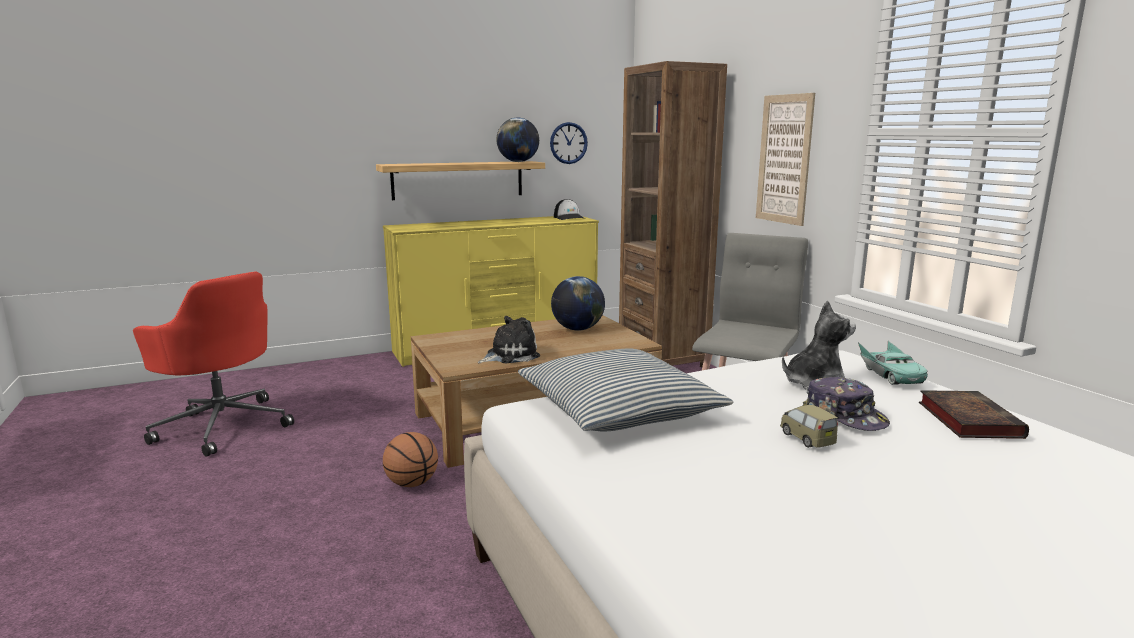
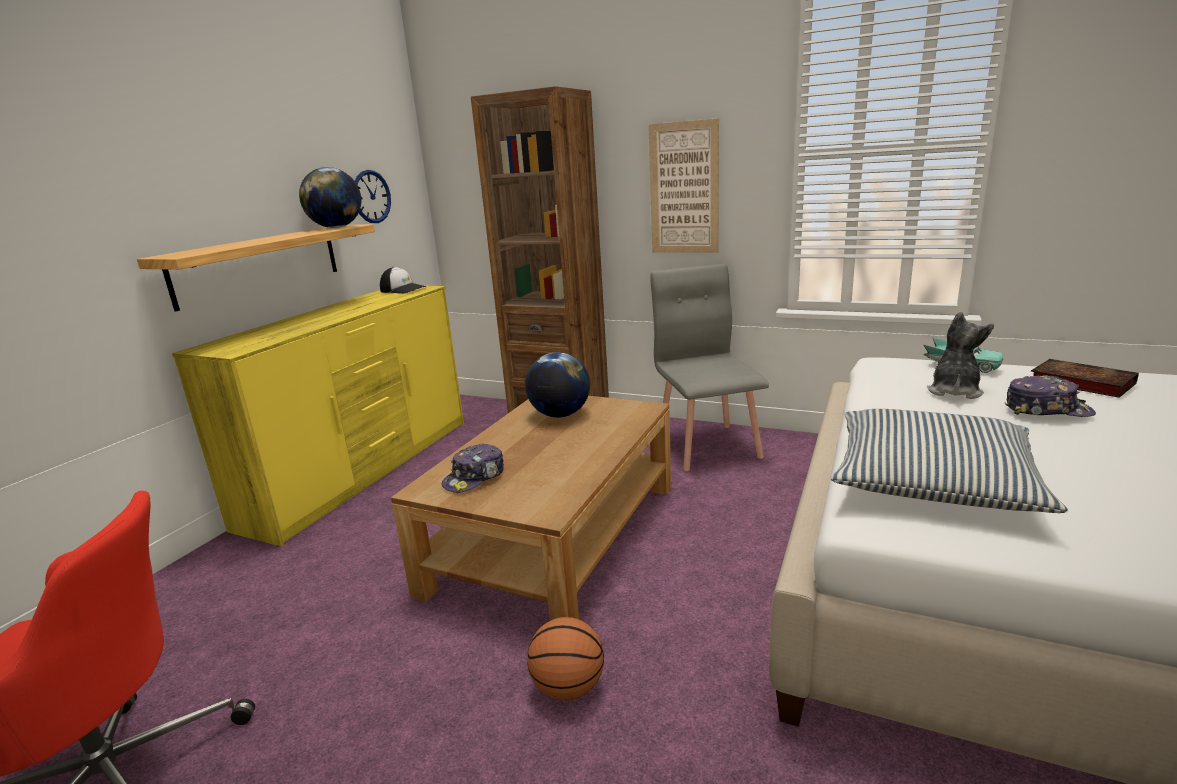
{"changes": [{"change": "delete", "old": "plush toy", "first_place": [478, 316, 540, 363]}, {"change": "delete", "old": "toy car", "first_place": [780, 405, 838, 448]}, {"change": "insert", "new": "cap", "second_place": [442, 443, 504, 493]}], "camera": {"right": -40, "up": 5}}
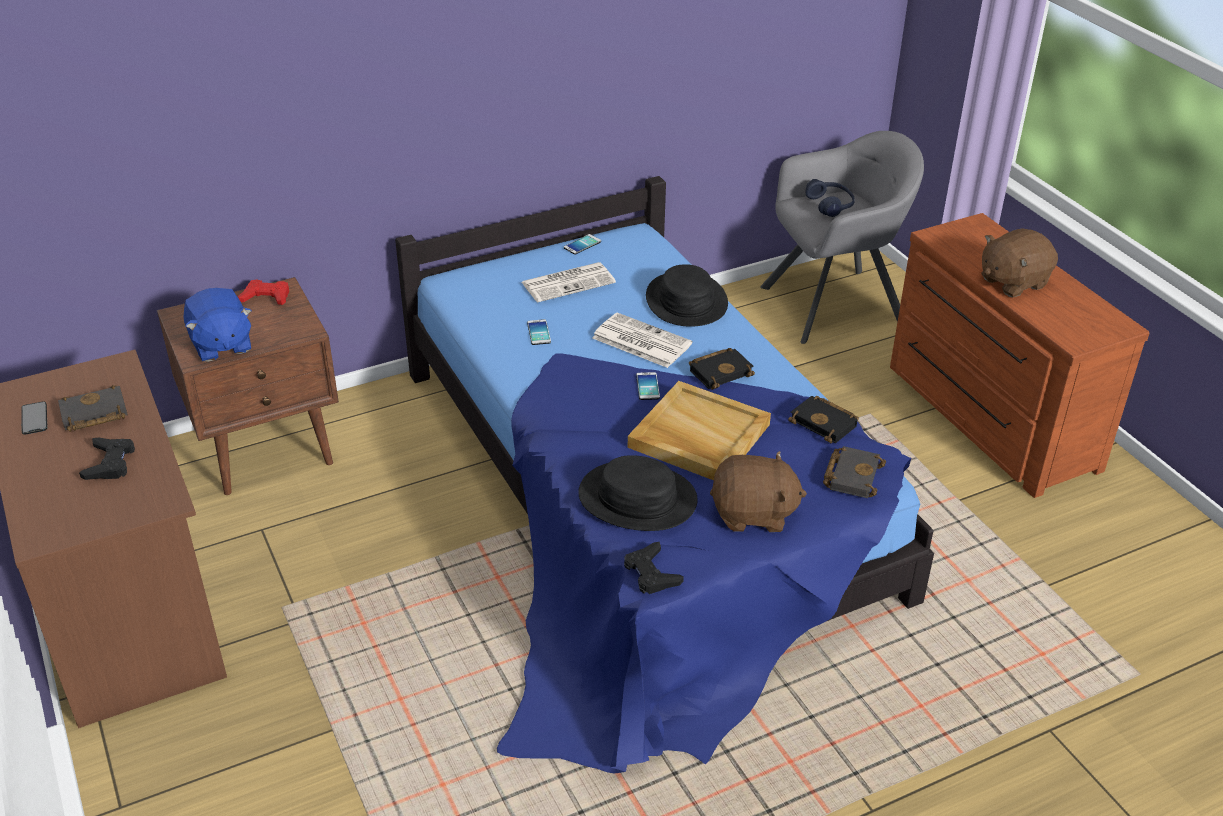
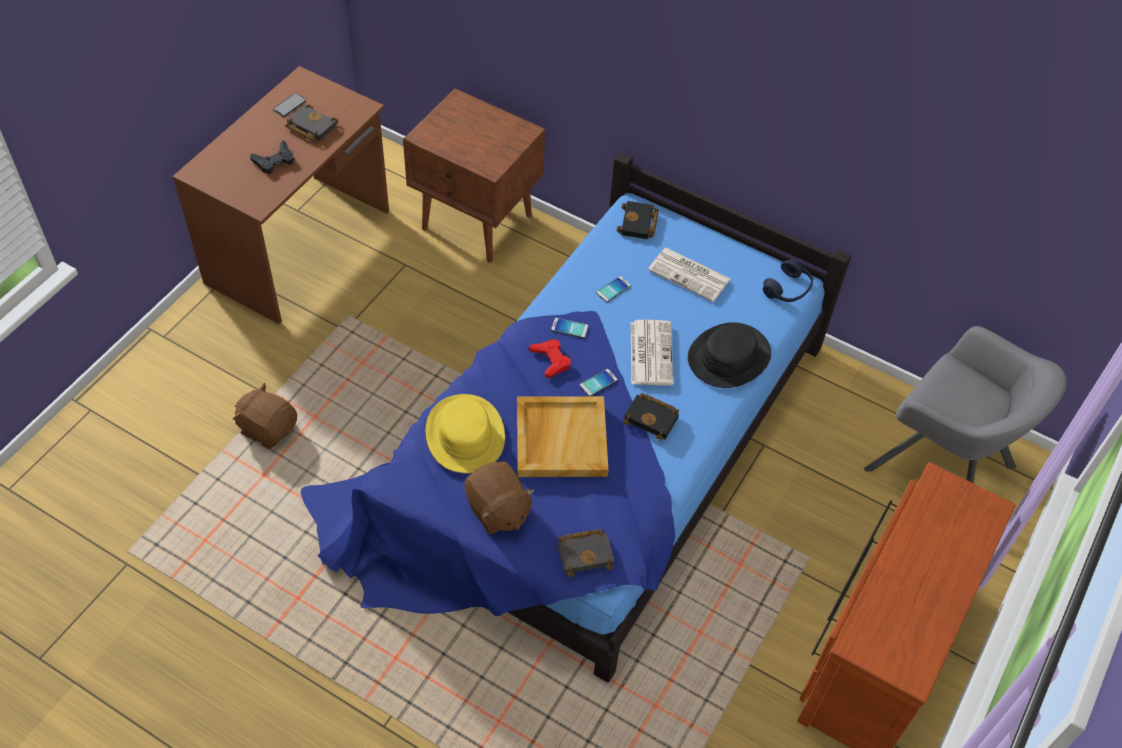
{"changes": [{"change": "delete", "old": "plush toy in blue", "first_place": [184, 288, 252, 362]}, {"change": "move", "old": "game controller in red", "first_place": [238, 279, 289, 305], "second_place": [529, 339, 571, 378]}, {"change": "move", "old": "phone", "first_place": [564, 234, 601, 255], "second_place": [551, 318, 588, 338]}, {"change": "recolor", "old": "hat in black", "new": "hat in yellow", "first_place": [578, 455, 698, 531], "second_place": [426, 394, 505, 473]}, {"change": "delete", "old": "game controller in black", "first_place": [624, 542, 684, 594]}, {"change": "move", "old": "book in black", "first_place": [788, 396, 859, 444], "second_place": [617, 201, 659, 239]}, {"change": "move", "old": "headphones in blue", "first_place": [805, 179, 855, 217], "second_place": [763, 259, 813, 302]}, {"change": "move", "old": "plush toy in brown", "first_place": [981, 228, 1058, 297], "second_place": [233, 383, 297, 449]}], "camera": {"right": 55, "up": 15}}
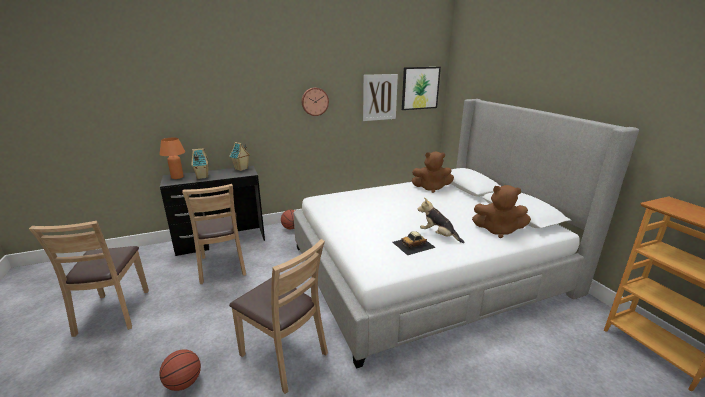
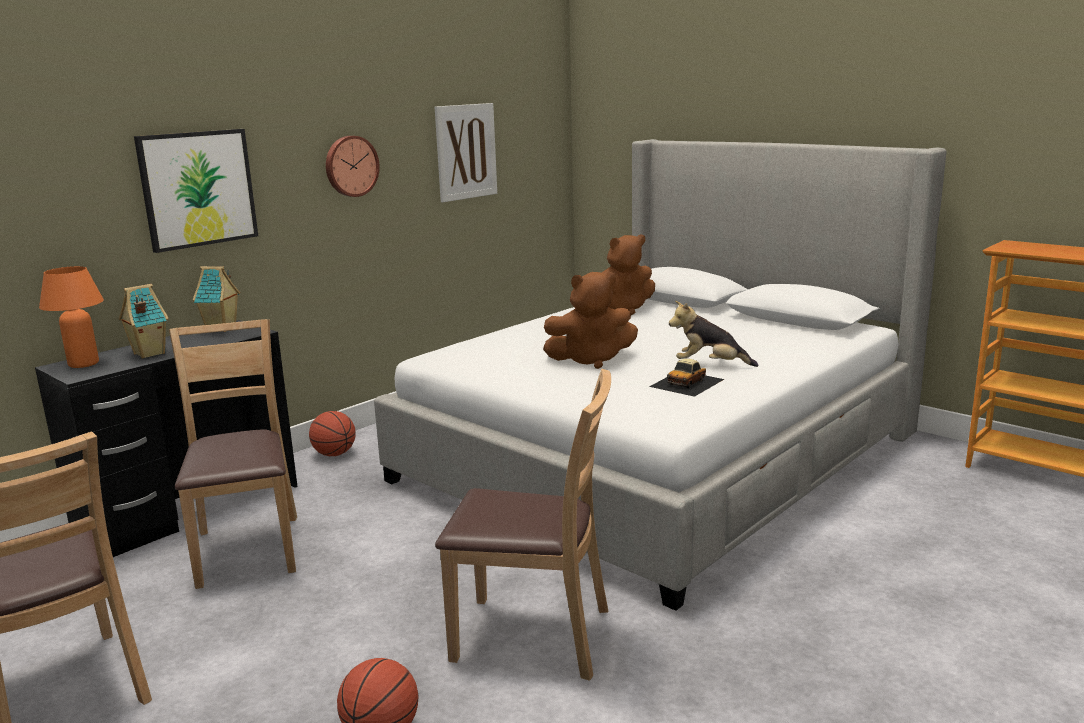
{"changes": [{"change": "rotate", "old": "chair in brown", "first_place": [182, 184, 246, 284], "second_place": [169, 319, 297, 589], "degrees": -150}, {"change": "move", "old": "picture", "first_place": [402, 67, 441, 110], "second_place": [134, 129, 258, 253]}, {"change": "move", "old": "plush toy in brown", "first_place": [472, 185, 531, 238], "second_place": [543, 272, 638, 369]}], "camera": {"right": -25, "up": -5}}
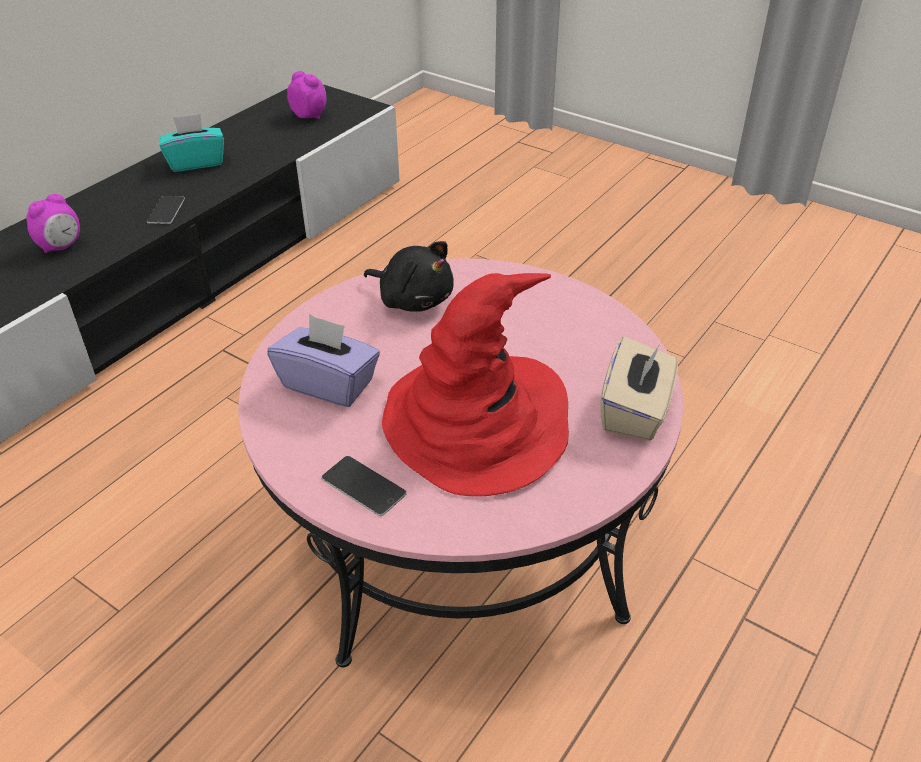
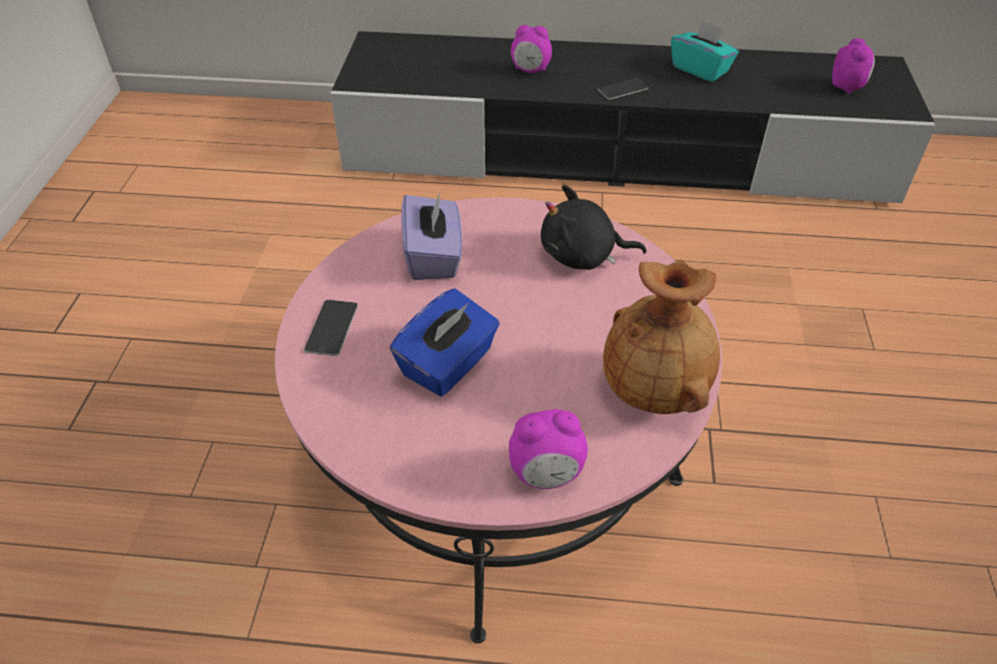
{"changes": [{"change": "rotate", "old": "plush toy in black", "first_place": [364, 241, 454, 312], "second_place": [541, 185, 646, 270], "degrees": 90}, {"change": "replace", "old": "hat in red", "new": "tissue box in blue", "first_place": [382, 273, 569, 496], "second_place": [390, 288, 500, 397]}, {"change": "replace", "old": "tissue box in beige", "new": "alarm clock", "first_place": [600, 337, 678, 441], "second_place": [509, 409, 588, 489]}, {"change": "insert", "new": "vase in brown", "second_place": [603, 260, 720, 414]}], "camera": {"right": 60, "up": 5}}
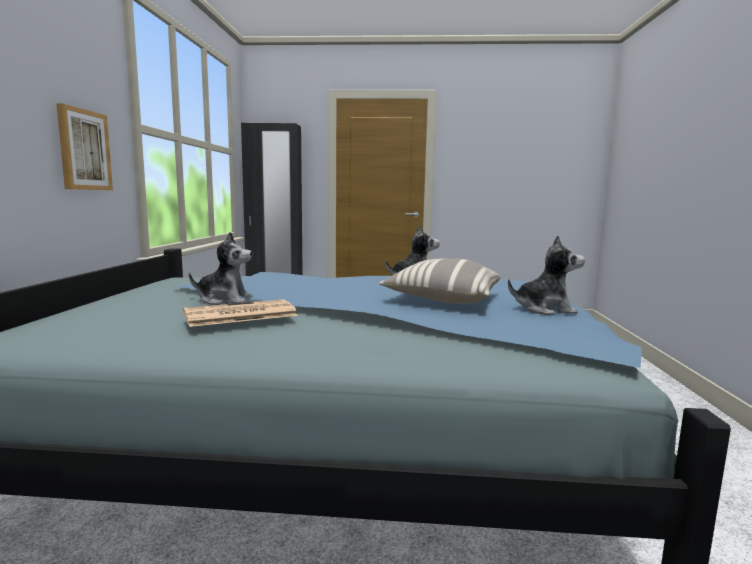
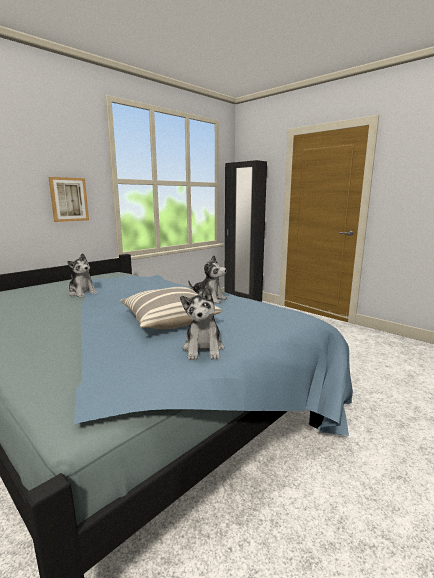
{"changes": [{"change": "delete", "old": "newspaper", "first_place": [183, 299, 298, 327]}, {"change": "rotate", "old": "plush toy", "first_place": [508, 235, 585, 315], "second_place": [180, 287, 225, 360], "degrees": 45}], "camera": {"right": 40, "up": 5}}
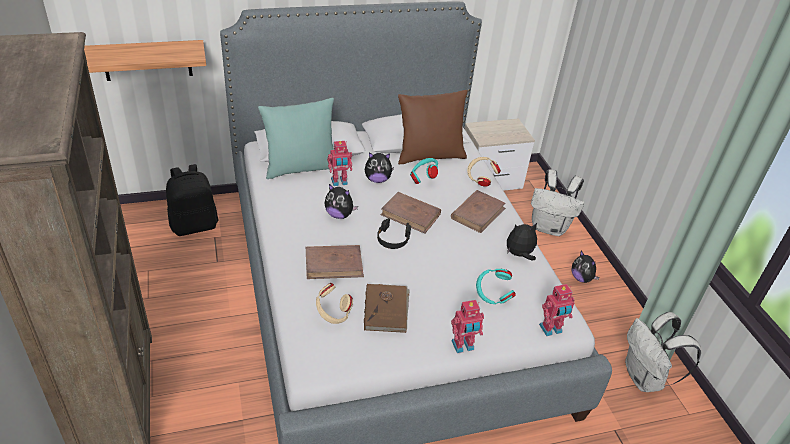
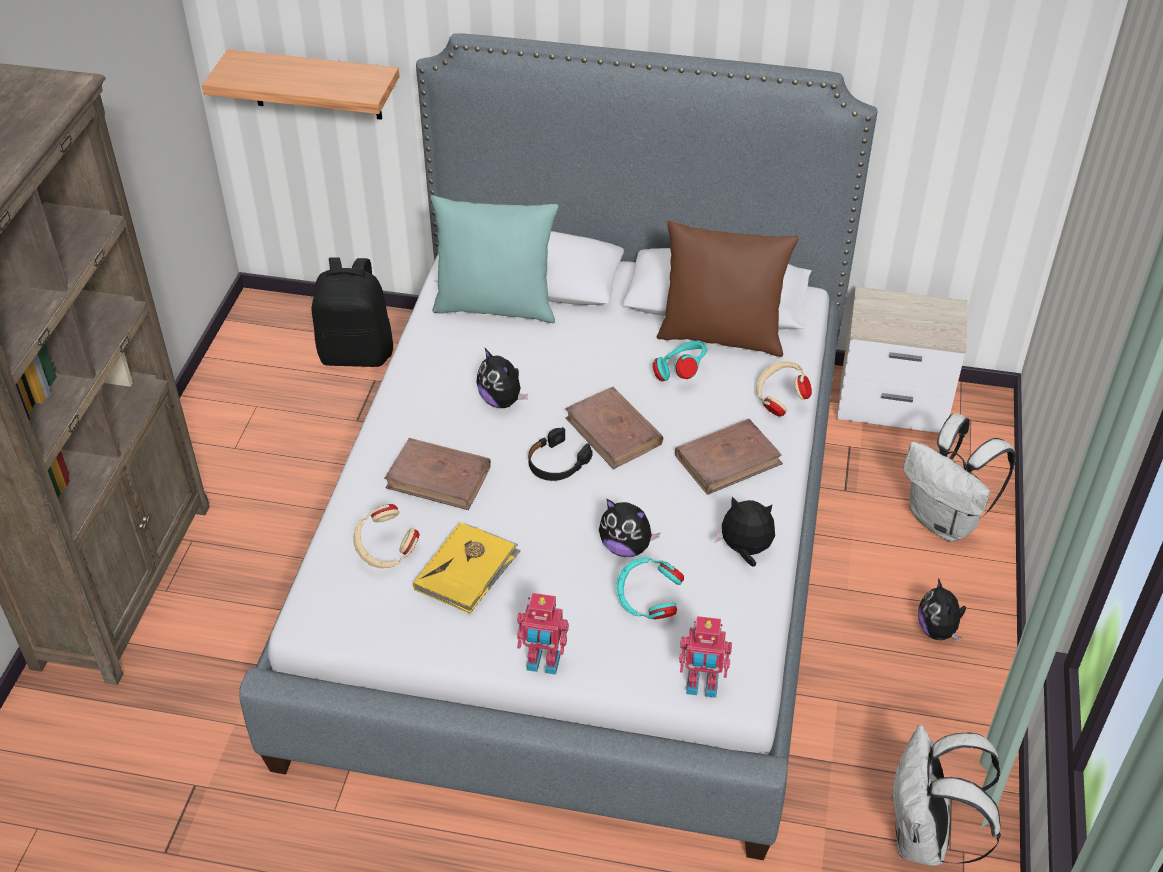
{"changes": [{"change": "delete", "old": "toy robot", "first_place": [327, 141, 352, 186]}, {"change": "move", "old": "plush toy", "first_place": [364, 152, 394, 183], "second_place": [599, 499, 660, 557]}, {"change": "recolor", "old": "book in brown", "new": "book in yellow", "first_place": [364, 284, 410, 333], "second_place": [413, 522, 521, 614]}], "camera": {"right": 30, "up": 5}}
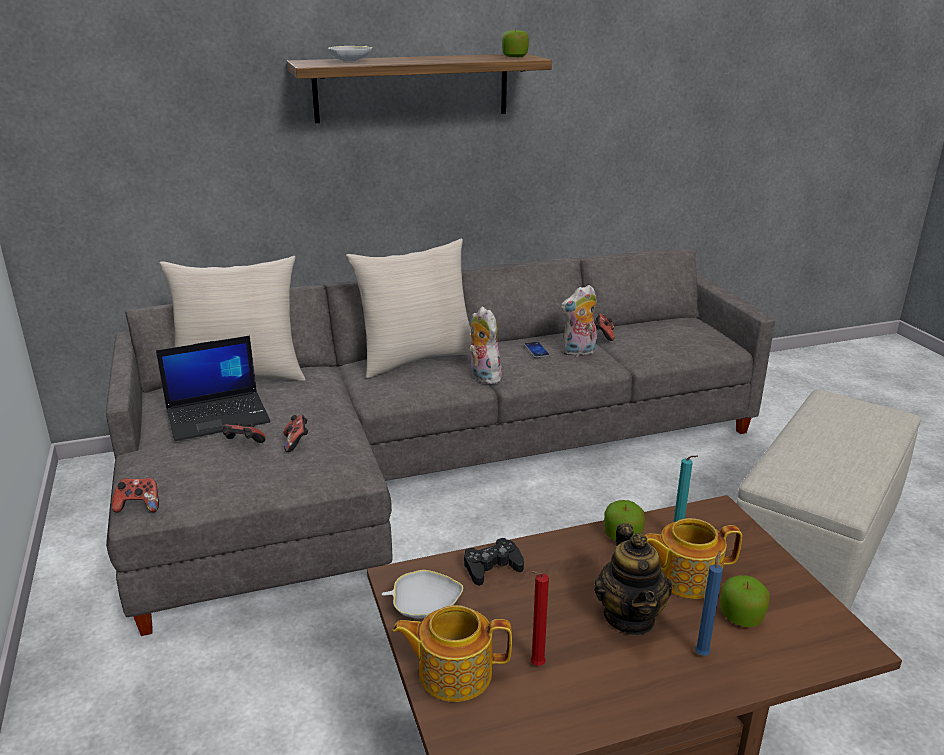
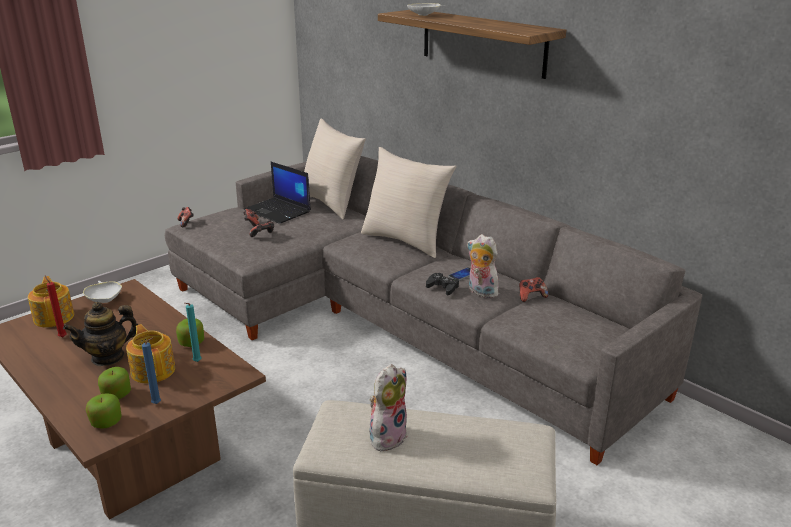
{"changes": [{"change": "move", "old": "game controller in black", "first_place": [464, 538, 524, 586], "second_place": [426, 273, 459, 296]}, {"change": "move", "old": "plush toy", "first_place": [469, 307, 502, 384], "second_place": [370, 364, 408, 451]}, {"change": "move", "old": "apple", "first_place": [502, 29, 529, 57], "second_place": [86, 393, 122, 429]}, {"change": "move", "old": "candle in blue", "first_place": [695, 550, 723, 656], "second_place": [142, 338, 161, 404]}], "camera": {"right": 65, "up": 0}}
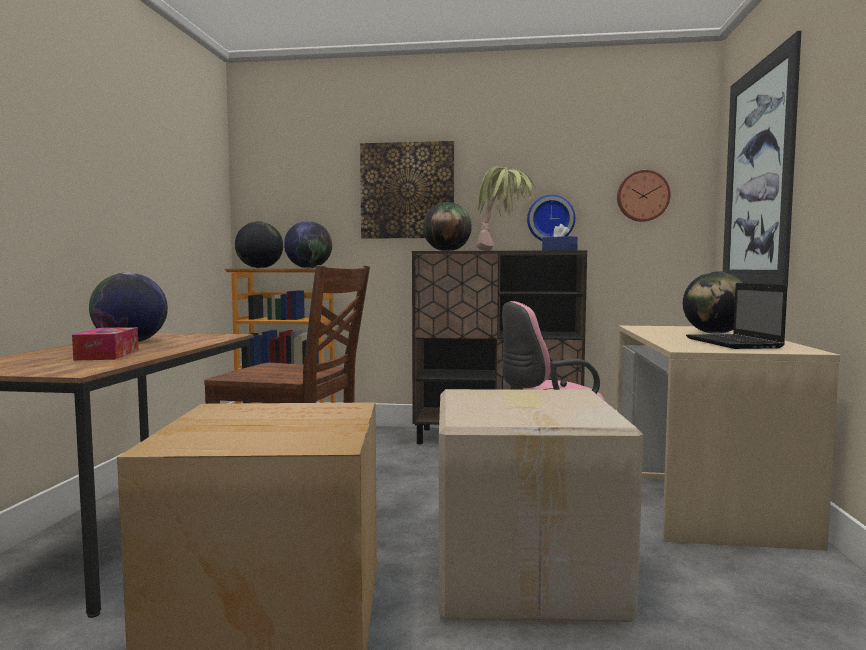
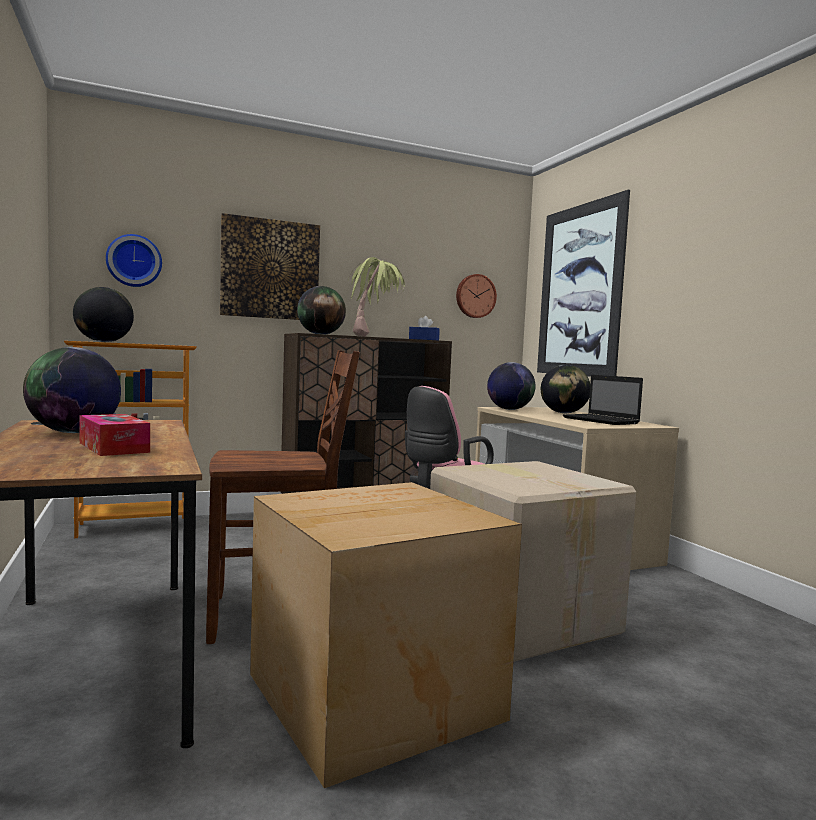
{"changes": [{"change": "move", "old": "globe", "first_place": [284, 221, 332, 268], "second_place": [487, 362, 535, 410]}, {"change": "move", "old": "wall clock", "first_place": [527, 195, 575, 241], "second_place": [106, 234, 162, 287]}], "camera": {"right": -30, "up": 0}}
